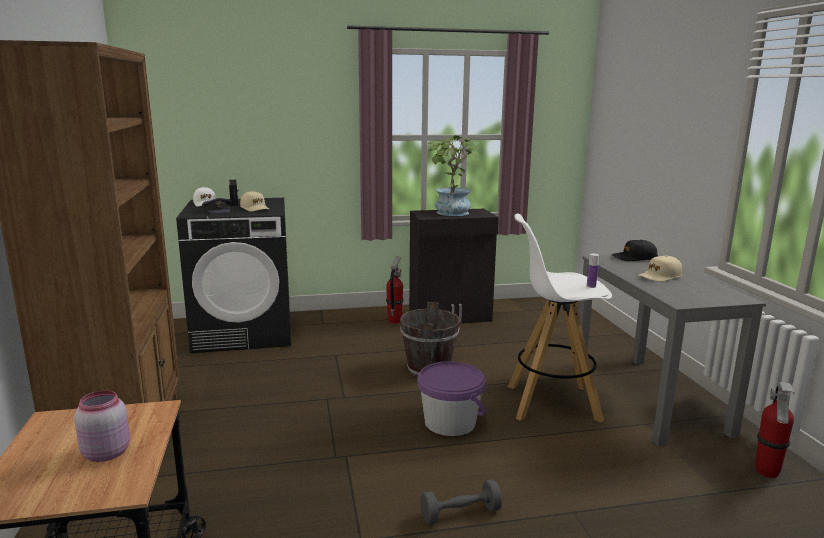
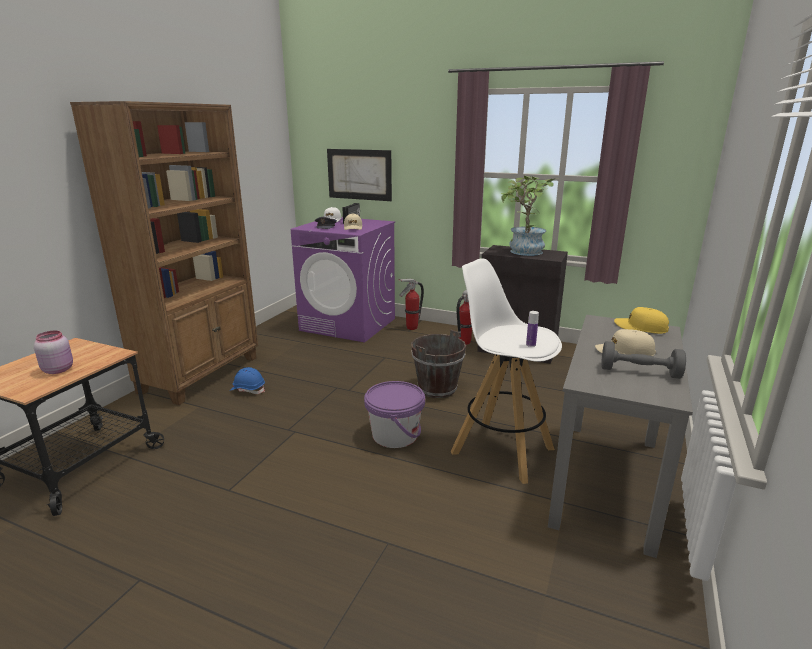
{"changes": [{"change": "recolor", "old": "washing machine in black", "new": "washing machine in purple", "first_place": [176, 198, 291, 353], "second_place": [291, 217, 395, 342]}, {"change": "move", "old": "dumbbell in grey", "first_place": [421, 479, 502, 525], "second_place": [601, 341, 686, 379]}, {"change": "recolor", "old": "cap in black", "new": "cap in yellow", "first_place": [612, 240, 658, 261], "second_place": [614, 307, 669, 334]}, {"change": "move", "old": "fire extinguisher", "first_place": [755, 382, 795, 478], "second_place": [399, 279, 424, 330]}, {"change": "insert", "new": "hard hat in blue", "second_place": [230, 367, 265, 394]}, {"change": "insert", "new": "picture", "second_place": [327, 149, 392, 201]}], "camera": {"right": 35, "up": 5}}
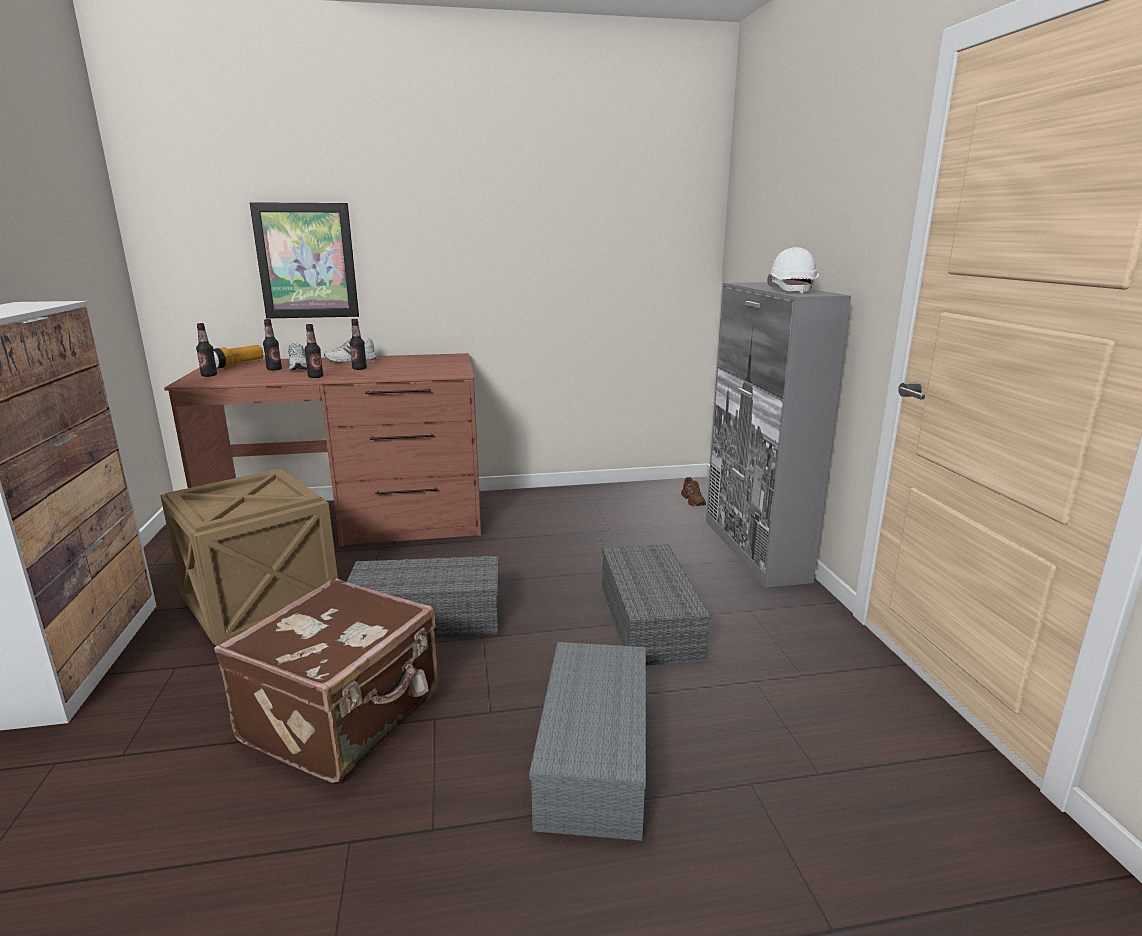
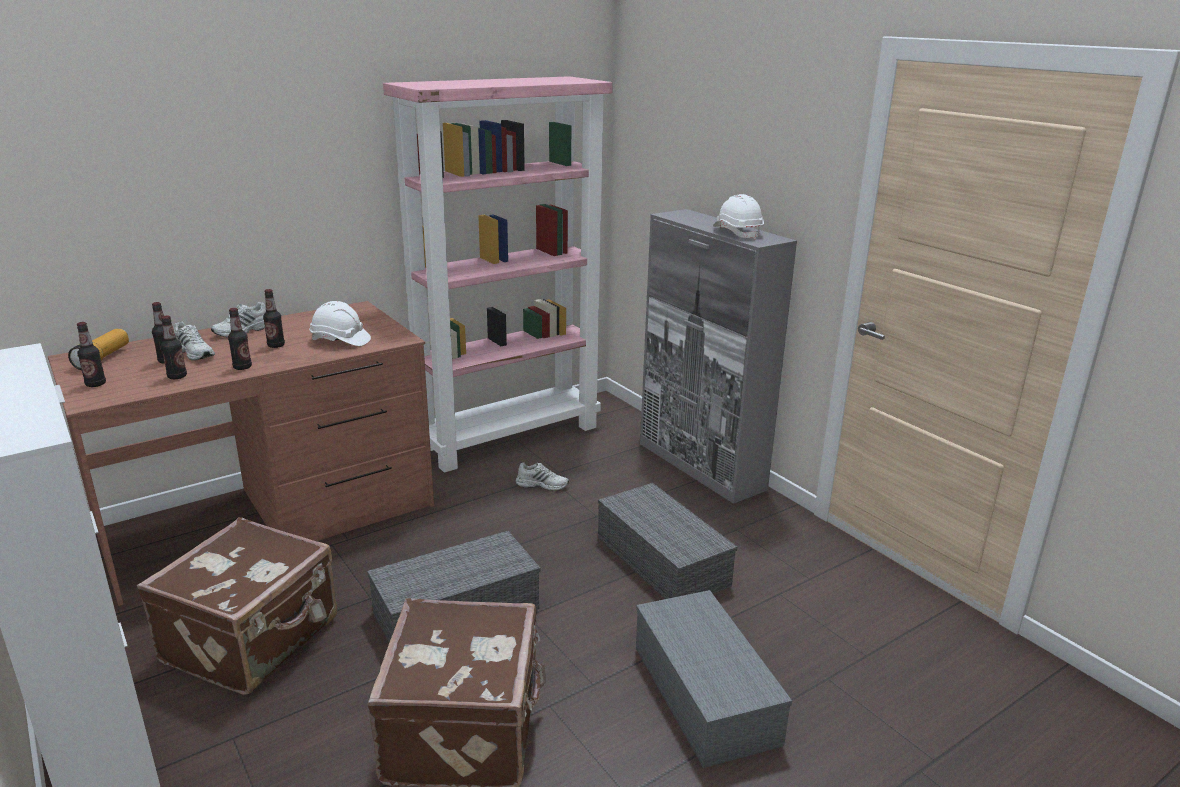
{"changes": [{"change": "replace", "old": "crate", "new": "suitcase in brown", "first_place": [160, 469, 338, 646], "second_place": [137, 517, 337, 695]}, {"change": "delete", "old": "picture", "first_place": [250, 202, 359, 319]}, {"change": "delete", "old": "shoe in brown", "first_place": [681, 477, 706, 506]}, {"change": "insert", "new": "bottle", "second_place": [161, 316, 187, 379]}, {"change": "insert", "new": "hard hat in white", "second_place": [309, 301, 371, 346]}, {"change": "insert", "new": "bookcase in pink", "second_place": [383, 76, 613, 473]}, {"change": "insert", "new": "shoe in white", "second_place": [516, 462, 569, 491]}], "camera": {"right": -25, "up": 5}}
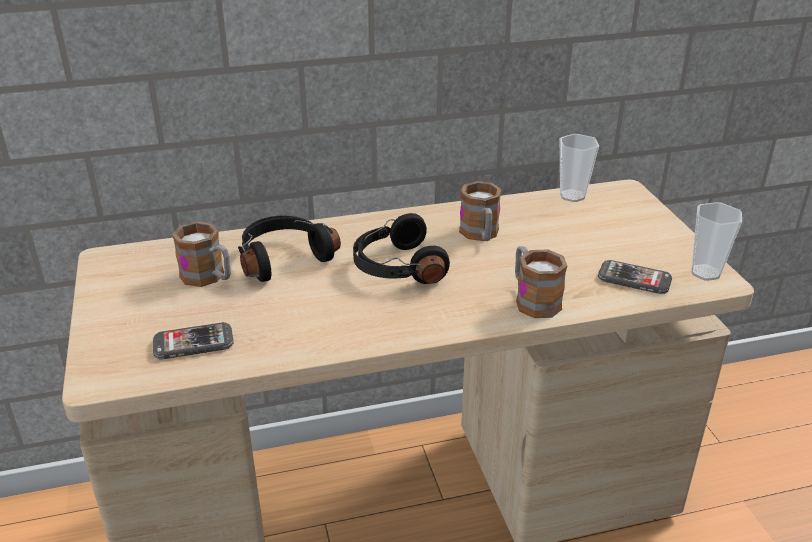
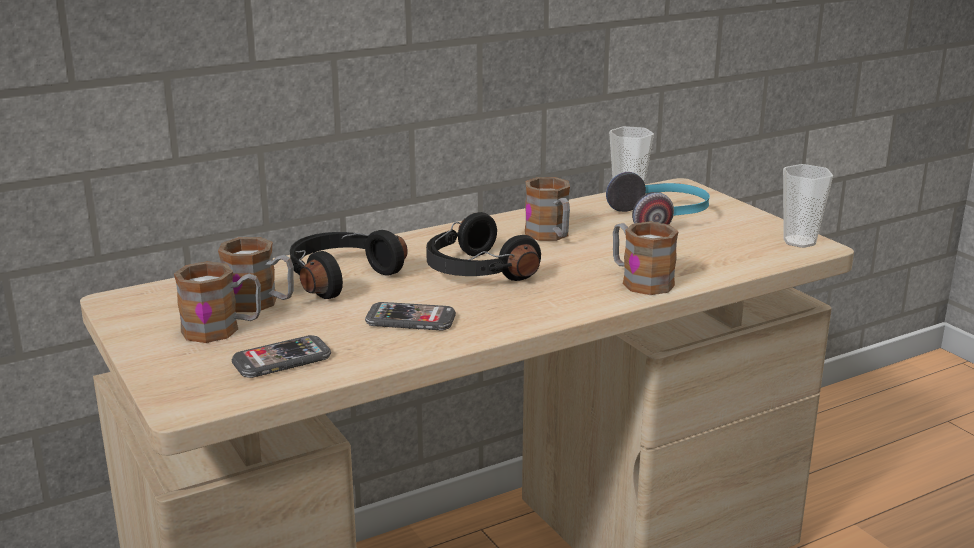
{"changes": [{"change": "move", "old": "phone", "first_place": [598, 260, 672, 294], "second_place": [365, 302, 456, 330]}, {"change": "insert", "new": "mug", "second_place": [174, 261, 261, 343]}, {"change": "insert", "new": "headphones", "second_place": [606, 172, 710, 224]}], "camera": {"right": -15, "up": -10}}
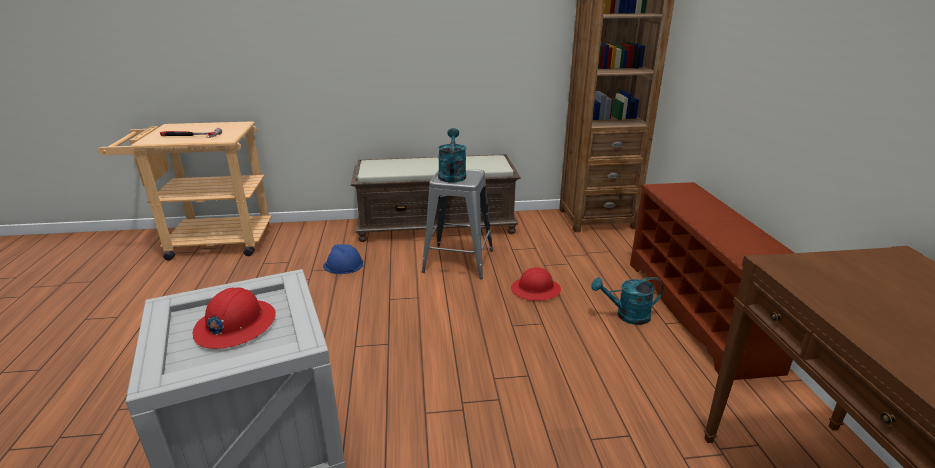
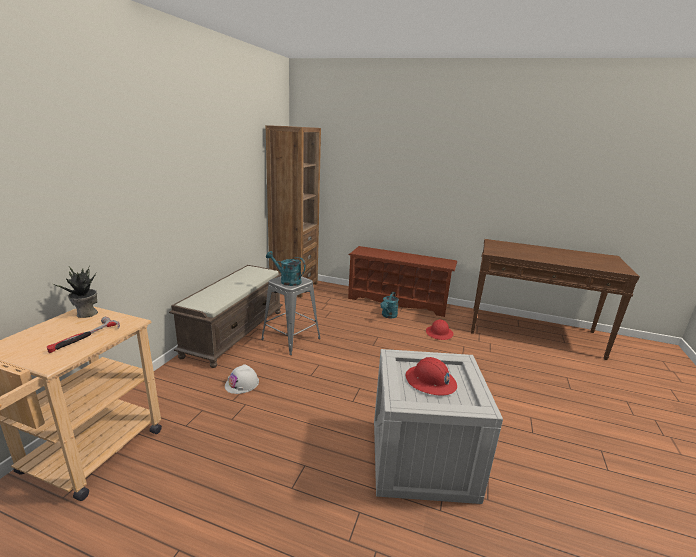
{"changes": [{"change": "recolor", "old": "hard hat in blue", "new": "hard hat in white", "first_place": [323, 244, 363, 274], "second_place": [225, 364, 259, 394]}, {"change": "move", "old": "hard hat in red", "first_place": [511, 267, 561, 301], "second_place": [426, 320, 453, 340]}, {"change": "insert", "new": "potted plant", "second_place": [53, 265, 98, 318]}], "camera": {"right": -65, "up": -5}}
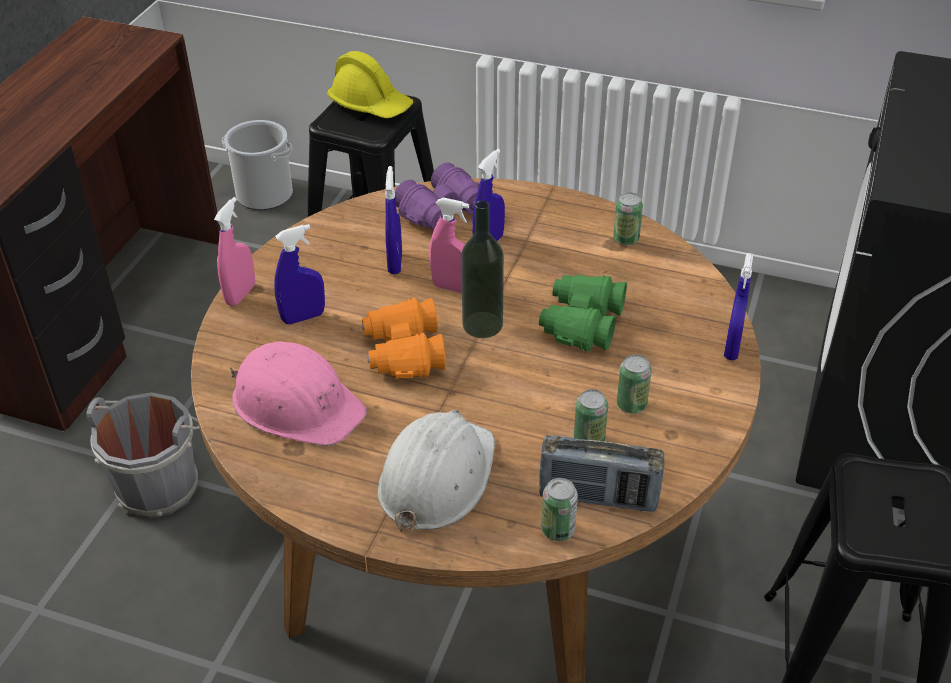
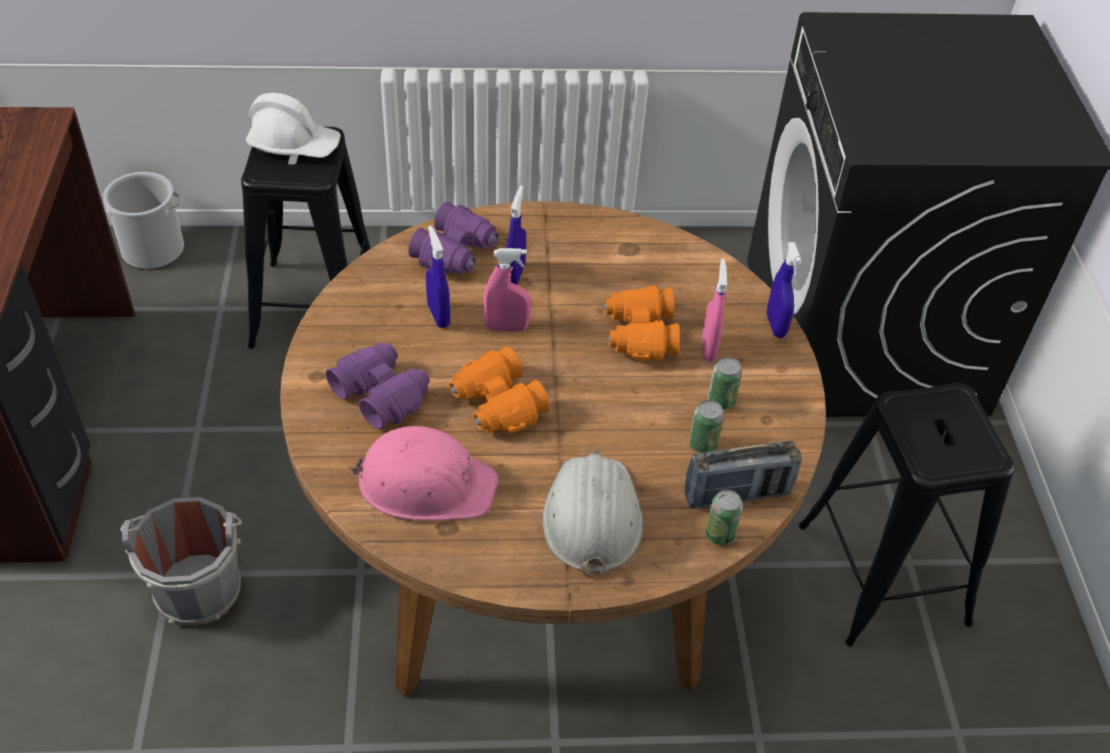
{"changes": [{"change": "move", "old": "spray bottle in pink", "first_place": [214, 197, 255, 306], "second_place": [702, 258, 727, 362]}, {"change": "replace", "old": "spray bottle in blue", "new": "binoculars in purple", "first_place": [274, 224, 325, 324], "second_place": [326, 342, 430, 429]}, {"change": "recolor", "old": "hard hat in yellow", "new": "hard hat in white", "first_place": [327, 51, 413, 118], "second_place": [246, 93, 341, 158]}, {"change": "delete", "old": "bottle", "first_place": [461, 200, 504, 338]}, {"change": "recolor", "old": "binoculars in green", "new": "binoculars in orange", "first_place": [539, 275, 627, 352], "second_place": [604, 285, 680, 362]}, {"change": "delete", "old": "can", "first_place": [613, 192, 643, 245]}], "camera": {"right": -25, "up": 5}}
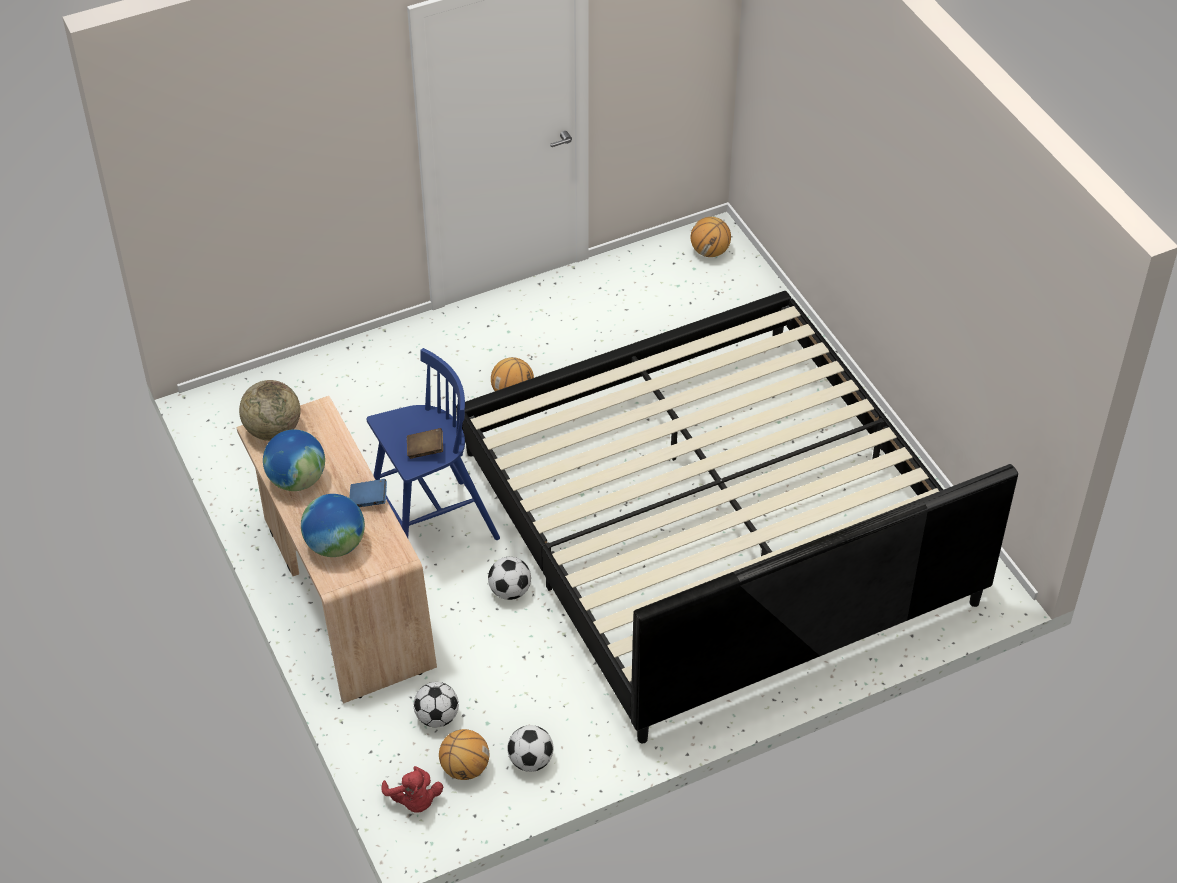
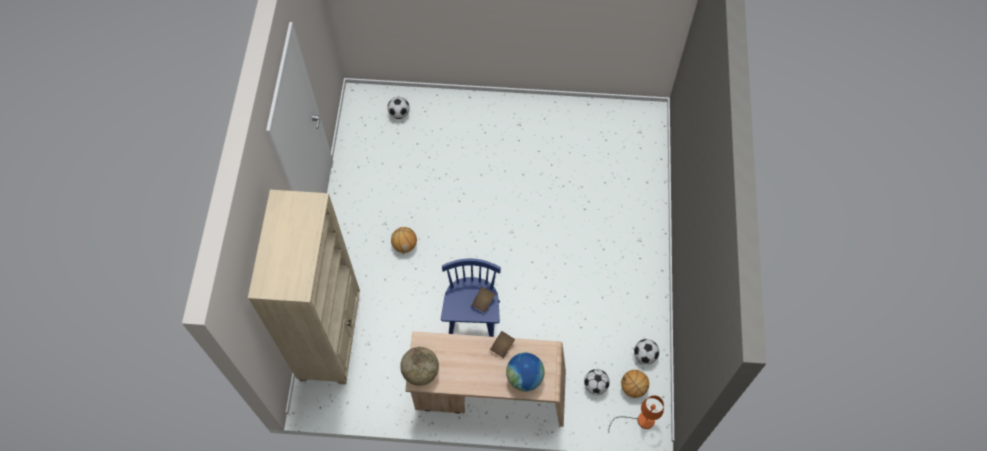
{"changes": [{"change": "delete", "old": "globe", "first_place": [263, 429, 325, 491]}, {"change": "recolor", "old": "book in blue", "new": "book in brown", "first_place": [349, 479, 387, 507], "second_place": [490, 331, 515, 358]}, {"change": "replace", "old": "plush toy in red", "new": "table lamp in orange", "first_place": [381, 766, 443, 813], "second_place": [608, 395, 664, 431]}, {"change": "delete", "old": "bed", "first_place": [456, 291, 1018, 743]}, {"change": "move", "old": "football", "first_place": [488, 557, 531, 600], "second_place": [387, 97, 410, 119]}, {"change": "delete", "old": "basketball", "first_place": [691, 217, 731, 257]}, {"change": "insert", "new": "bookcase in beige", "second_place": [248, 190, 360, 385]}], "camera": {"right": -60, "up": 15}}
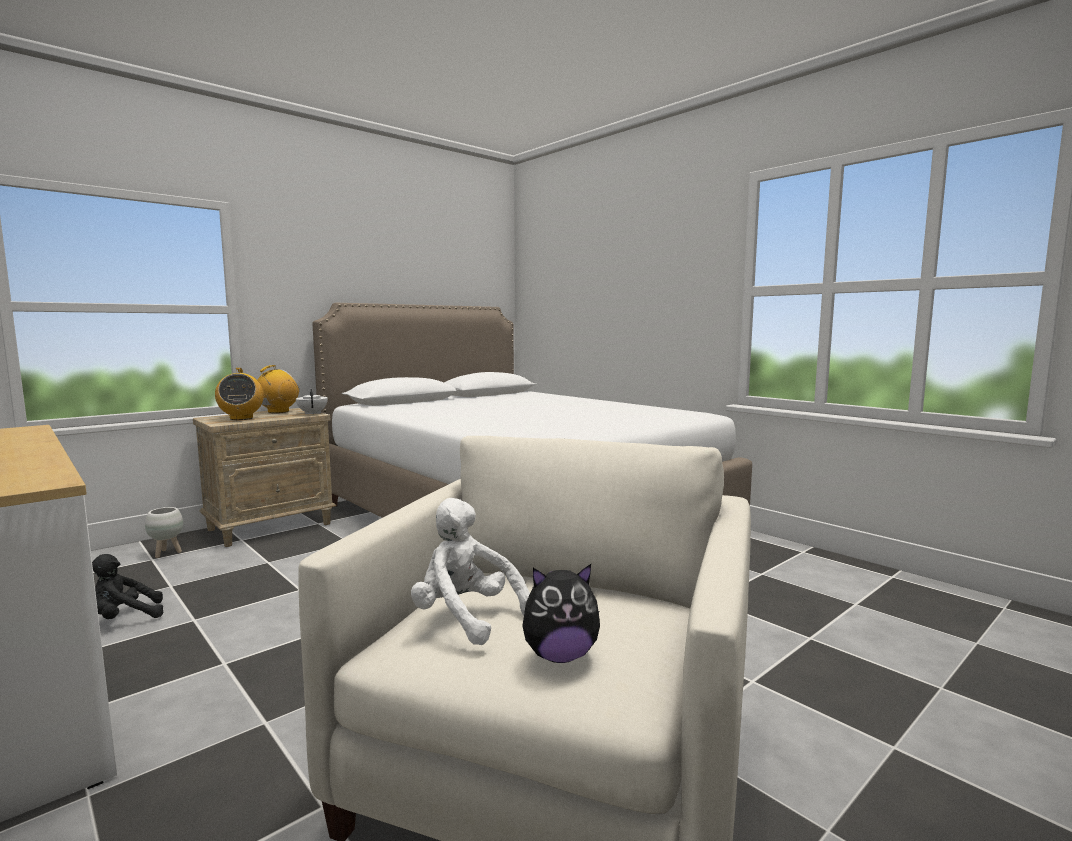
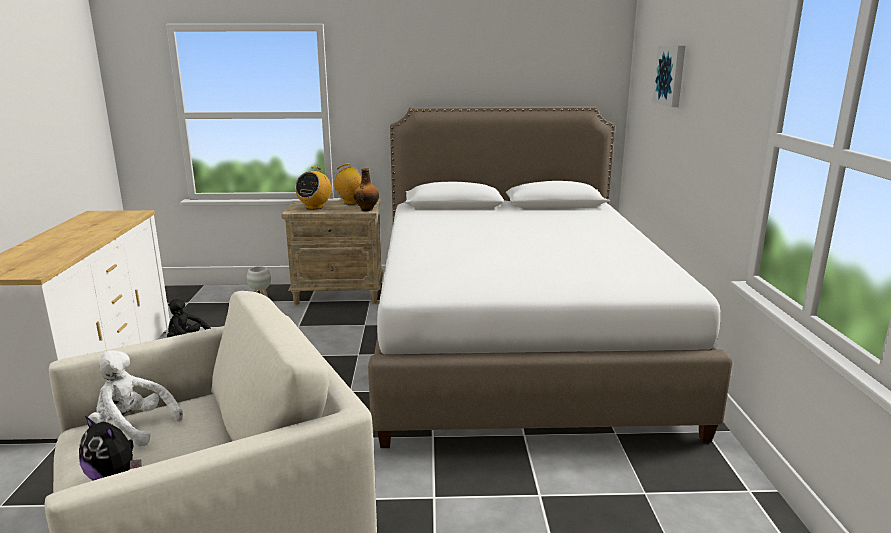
{"changes": [{"change": "replace", "old": "teapot in white", "new": "bottle", "first_place": [296, 389, 328, 415], "second_place": [354, 168, 379, 211]}, {"change": "rotate", "old": "plush toy in white", "first_place": [411, 498, 530, 645], "second_place": [88, 350, 183, 447], "degrees": -60}, {"change": "insert", "new": "picture", "second_place": [652, 46, 685, 107]}], "camera": {"right": 40, "up": 10}}
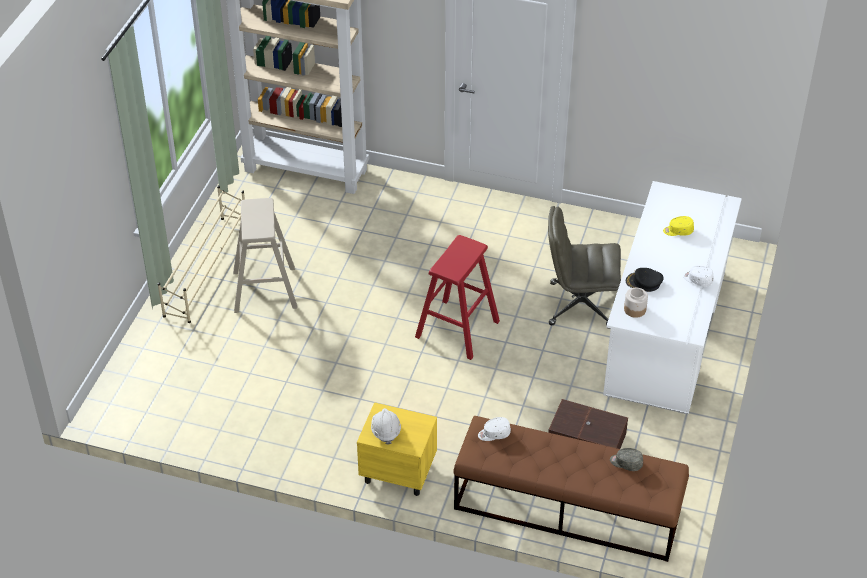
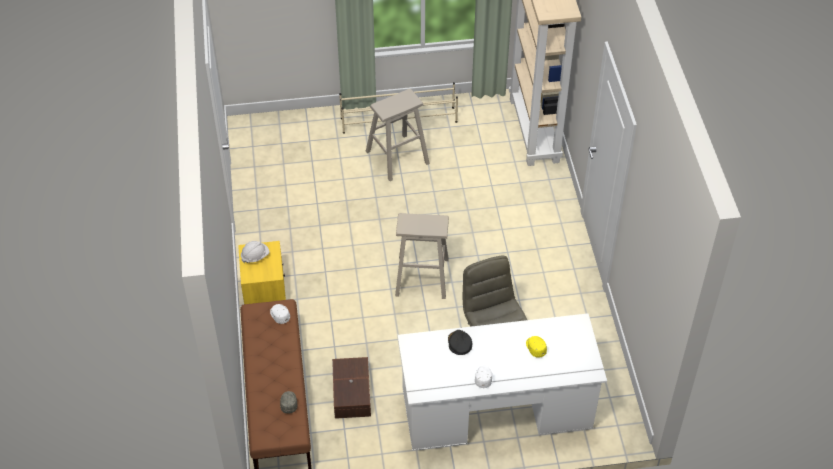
{"changes": [{"change": "recolor", "old": "stool in red", "new": "stool in beige", "first_place": [415, 235, 500, 360], "second_place": [395, 213, 449, 299]}, {"change": "delete", "old": "jar", "first_place": [624, 288, 648, 318]}], "camera": {"right": 65, "up": 5}}
